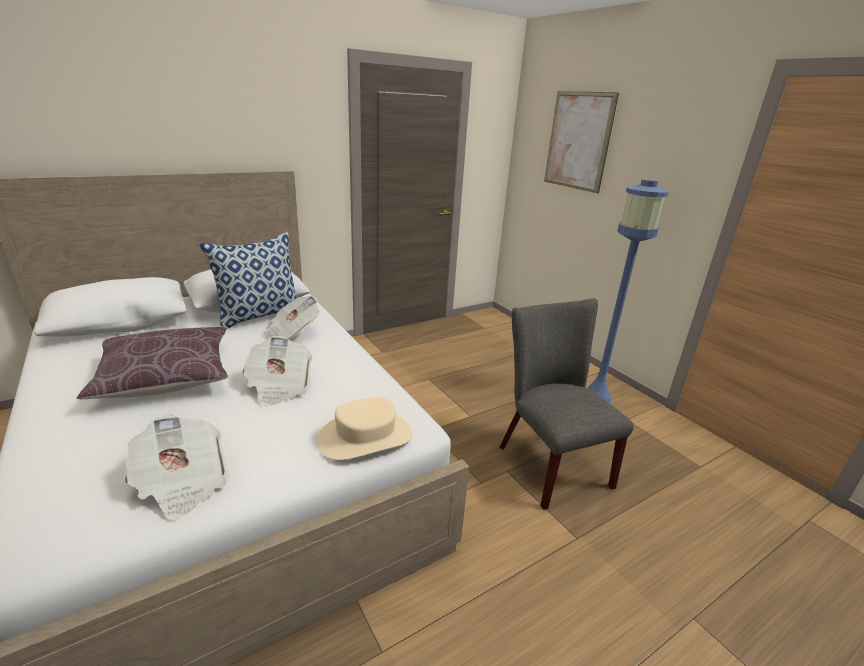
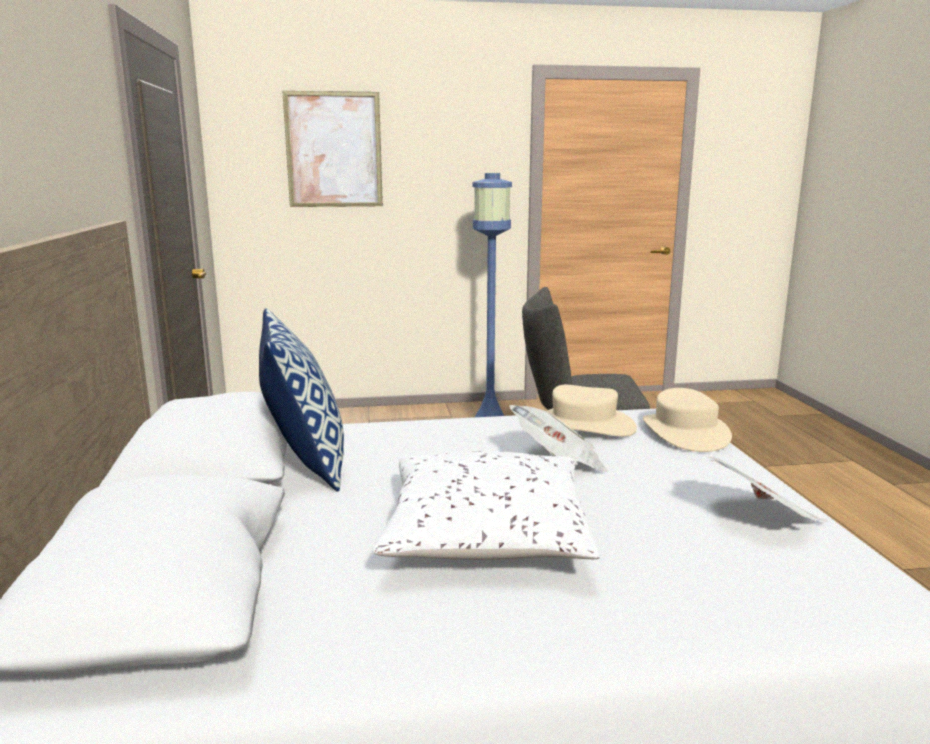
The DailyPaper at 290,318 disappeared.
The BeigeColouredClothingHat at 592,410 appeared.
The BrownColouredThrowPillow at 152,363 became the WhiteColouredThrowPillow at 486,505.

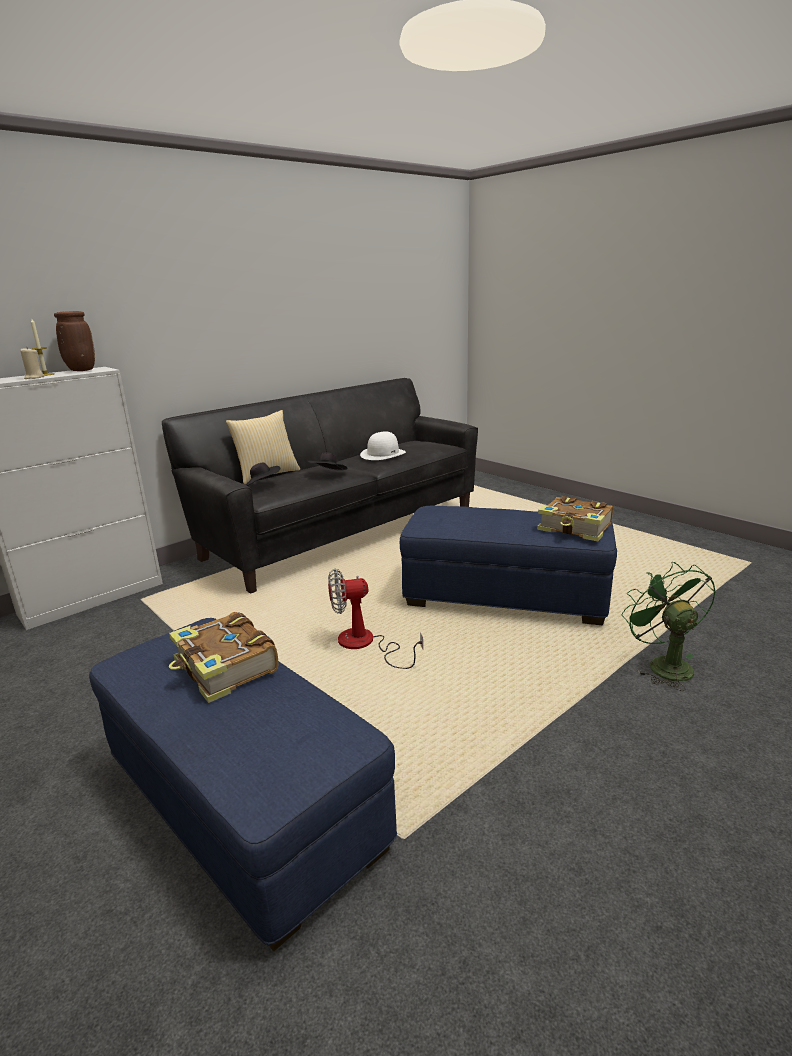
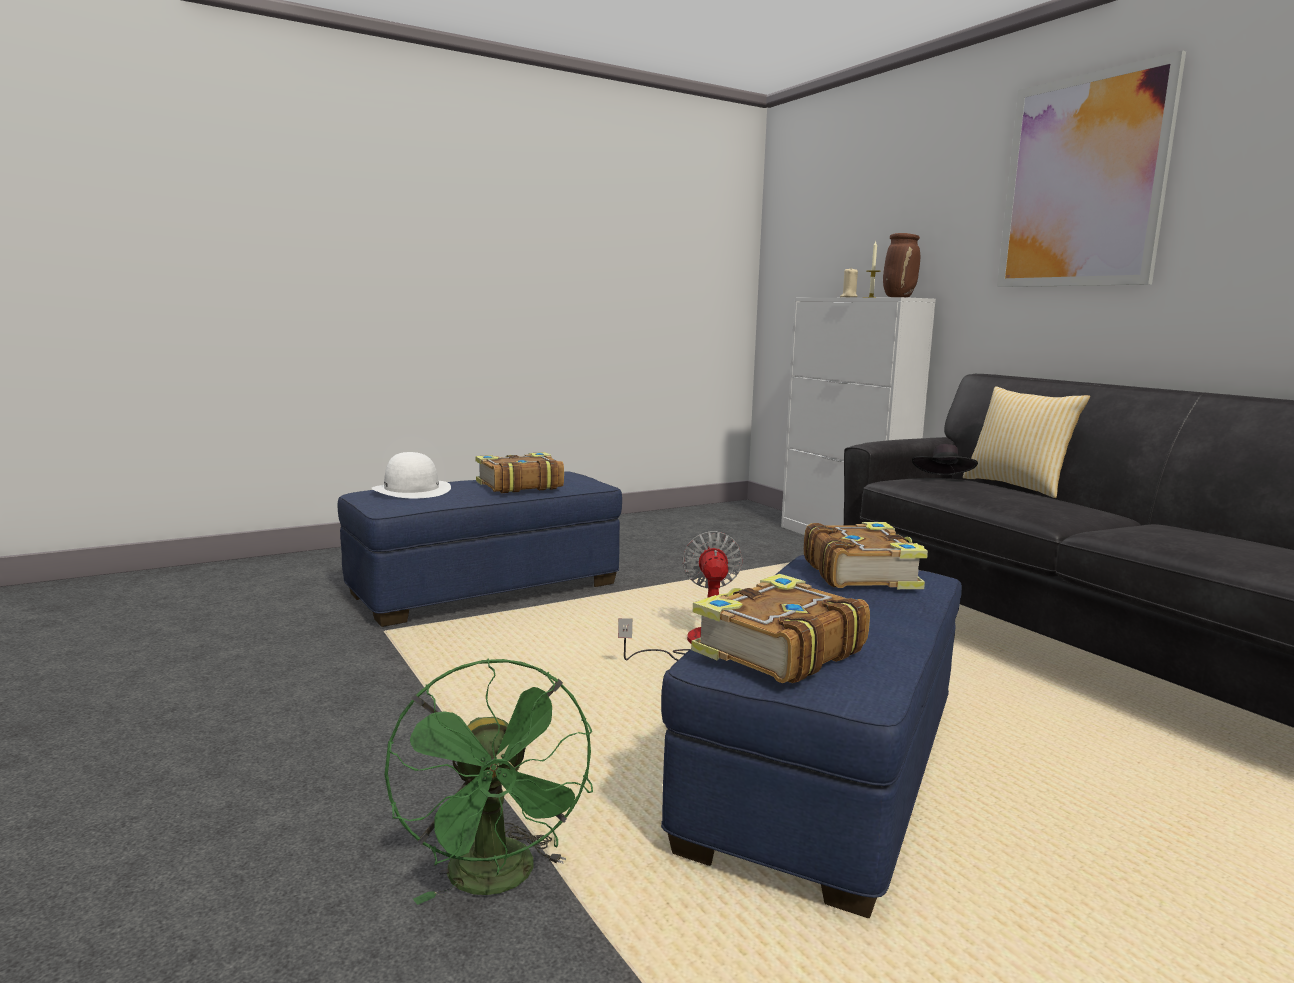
The BlackColouredClothingHat at 327,461 disappeared.
The Book at 866,555 appeared.
The WallPicture at 1091,168 appeared.
The WhiteColouredClothingHat moved from 383,446 to 411,475.
The GreenishElectricFan at 669,626 turned 75 degrees clockwise.

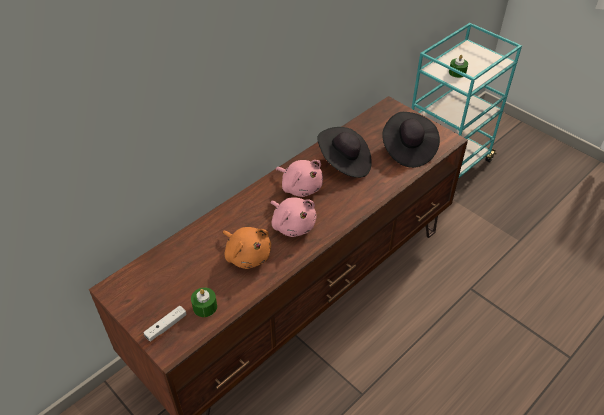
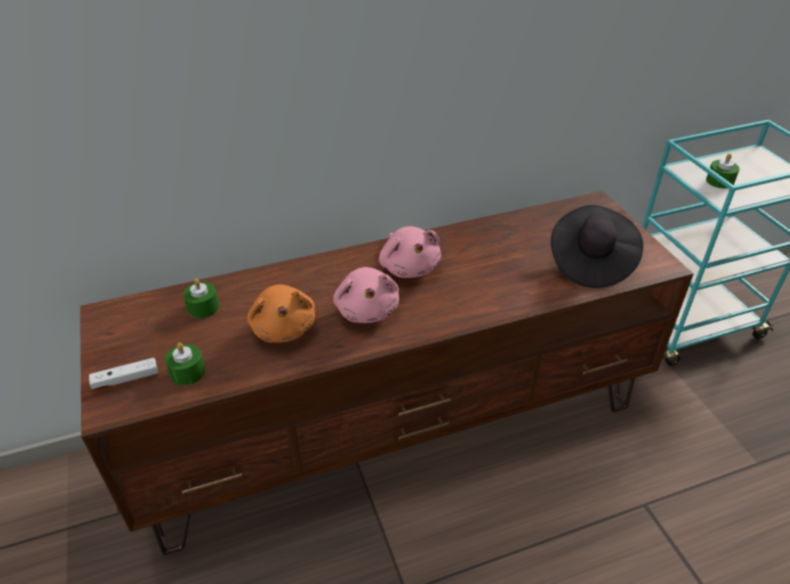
The BlackColouredClothingHat at 344,152 disappeared.
The GreenishCandle at 201,298 appeared.

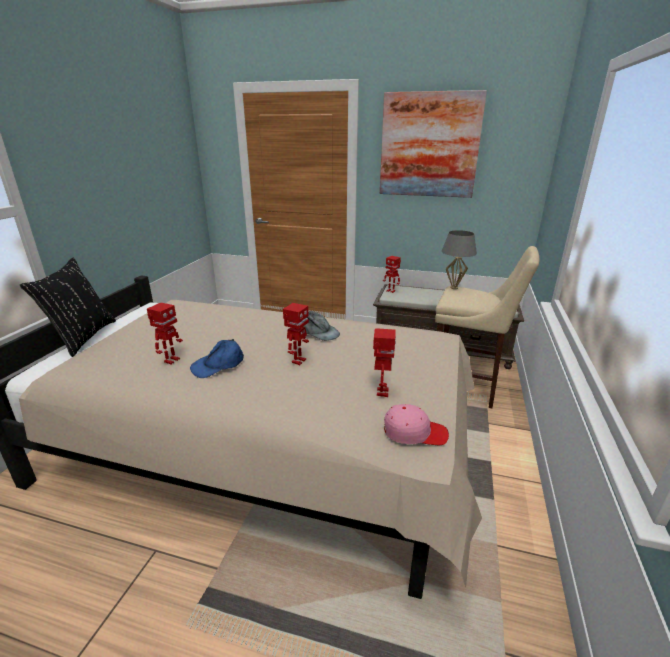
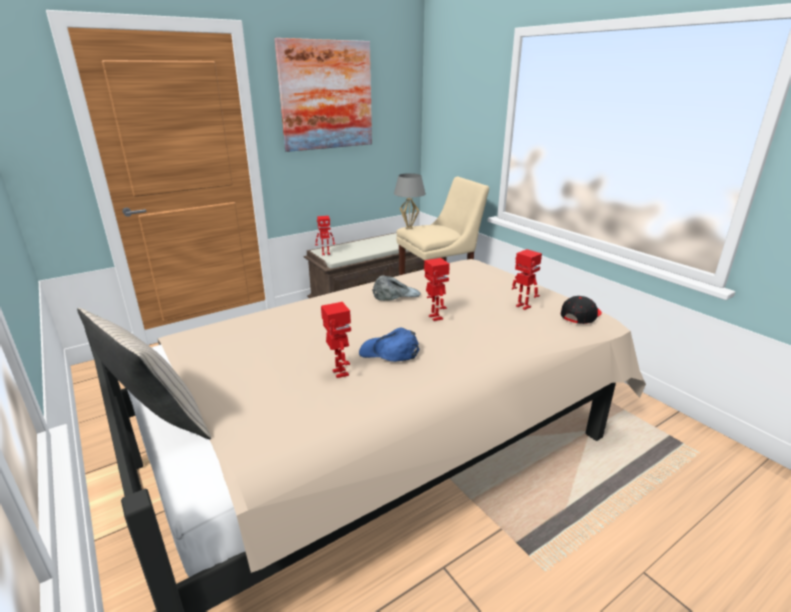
The BlackColouredThrowPillow at 68,307 became the BeigeColouredThrowPillow at 144,373.
The PinkColouredCap at 416,424 became the BlackColouredCap at 581,310.
The BlueCap at 217,358 turned 105 degrees clockwise.

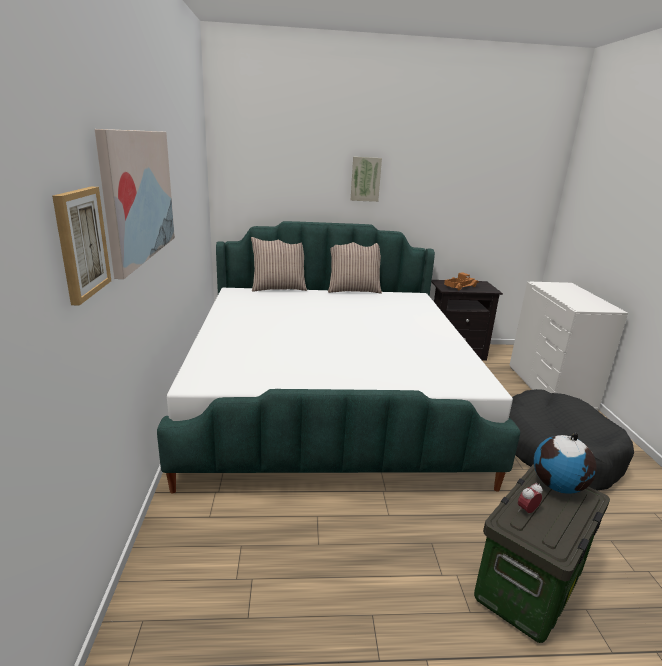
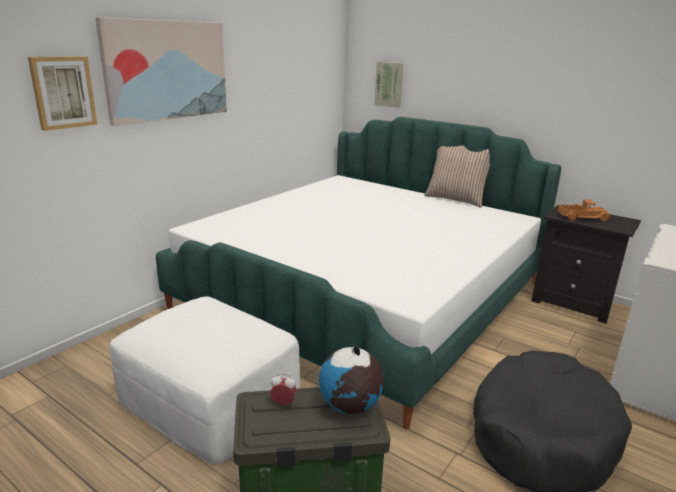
The ThrowPillow at 279,264 disappeared.
The WhiteColouredFootrest at 204,380 appeared.
The WallPicture moved from 366,179 to 389,85.

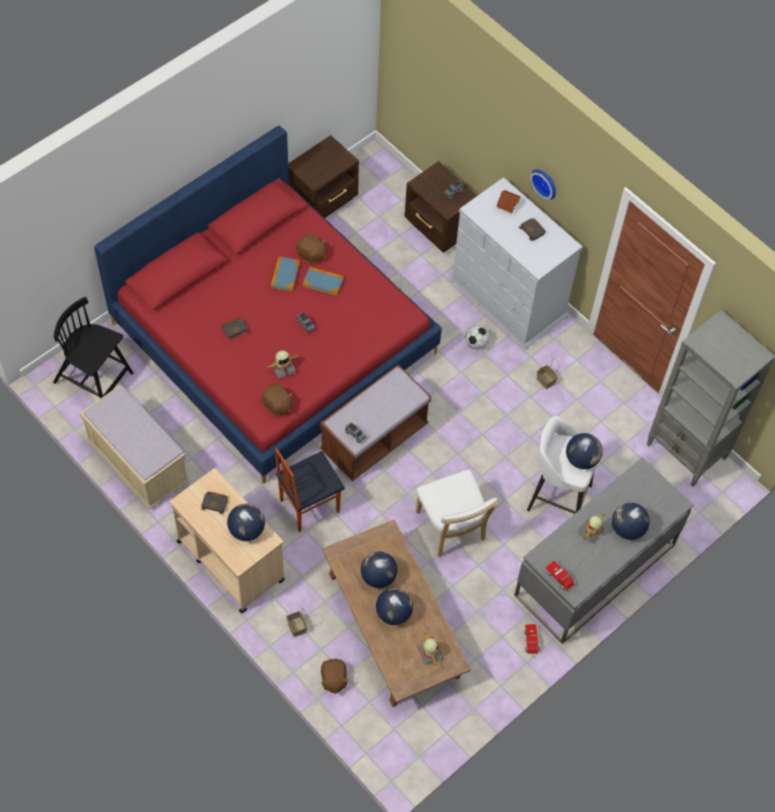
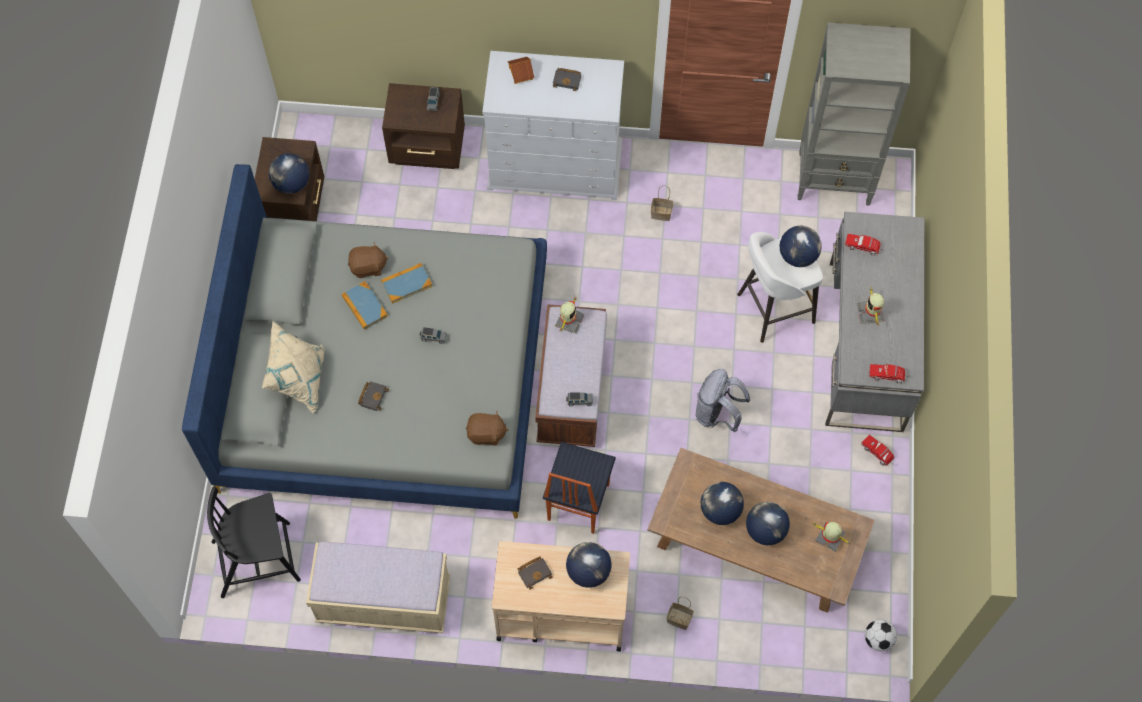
The BrownColouredPlushToy at 335,676 disappeared.
The ClockOnTheWall at 543,184 disappeared.
The BeigeColouredThrowPillow at 293,367 appeared.
The ToyLorry at 864,244 appeared.
The RobotFigure moved from 282,364 to 569,315.
The Football moved from 477,337 to 881,635.
The DeskGlobe moved from 631,521 to 289,173.
The WhiteColouredPlainChair at 457,513 was replaced by the GreyBackpack at 723,400.
The RedColouredBed at 268,305 became the GreyBed at 364,341.

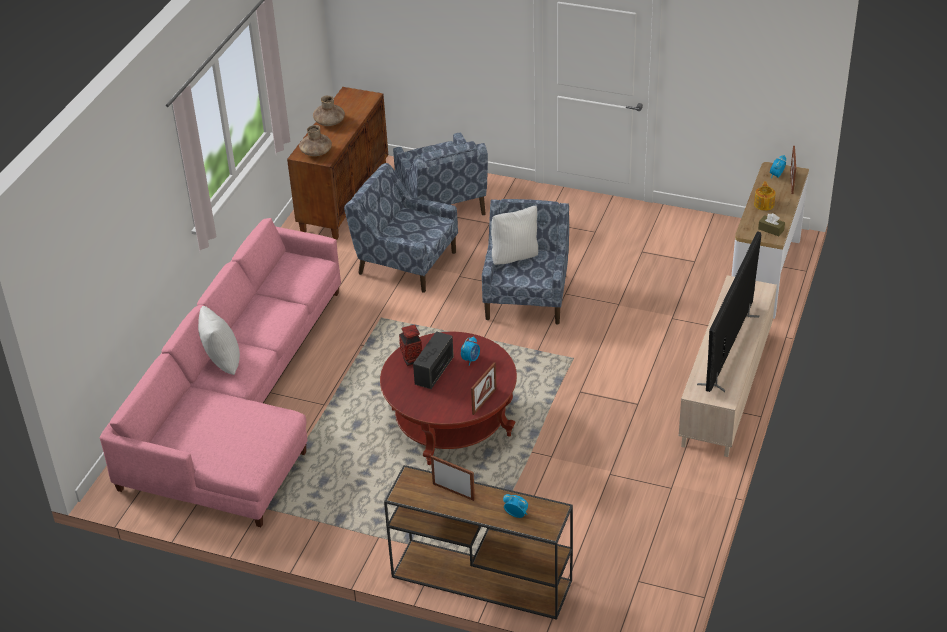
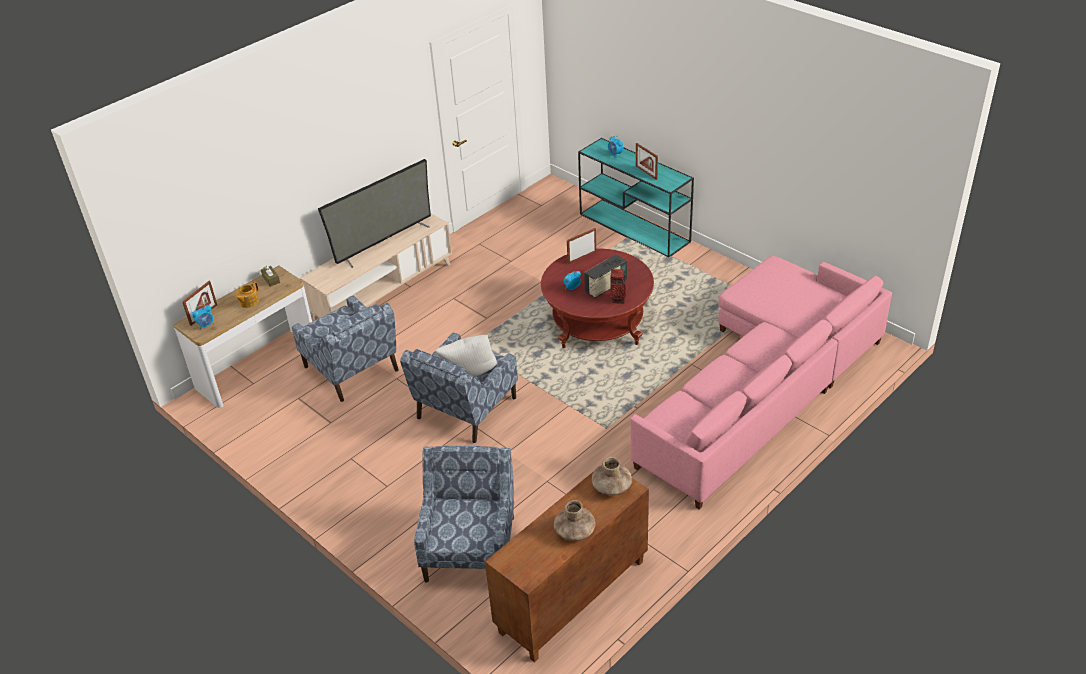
The WhiteColouredThrowPillow at 219,340 disappeared.
The BlueArmchair moved from 401,228 to 345,348.
The BrownColouredHallTable at 478,542 became the TurquoiseHallTable at 636,198.

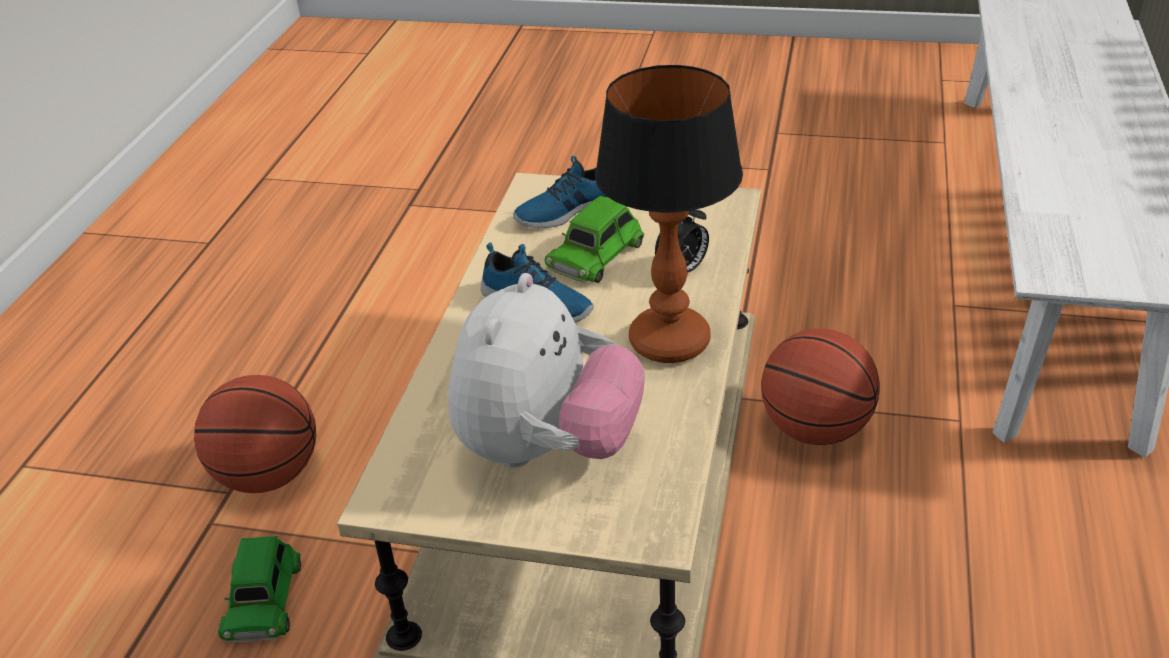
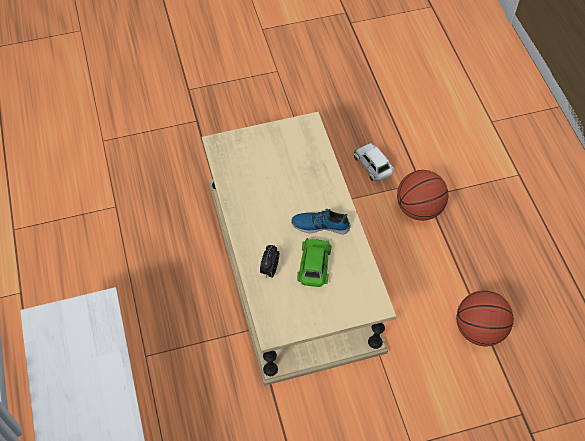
The PlushToy at 546,370 disappeared.
The Shoe at 560,191 disappeared.
The LampForATable at 669,214 disappeared.
The Basketball moved from 820,386 to 485,318.
The GreenishToyCar at 259,589 became the WhiteColouredToyCar at 373,162.

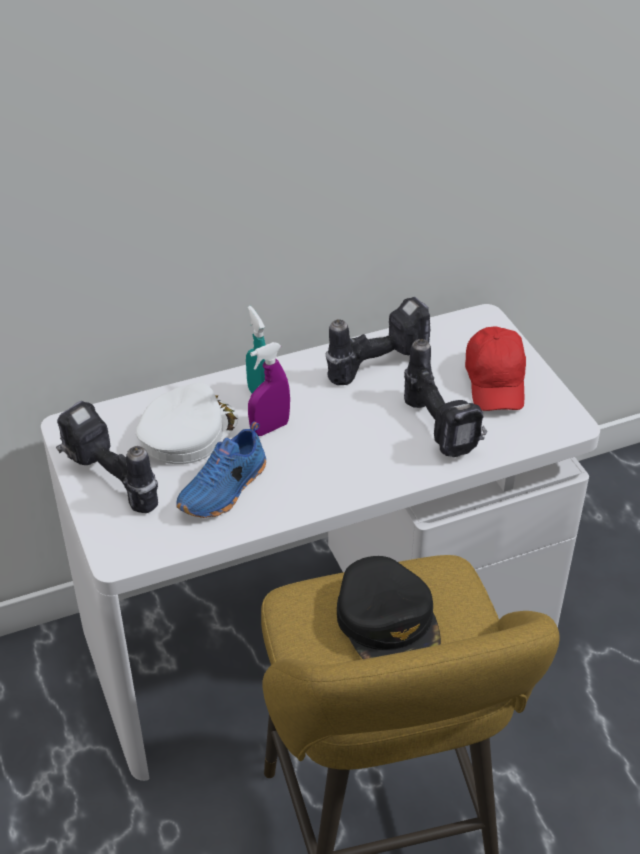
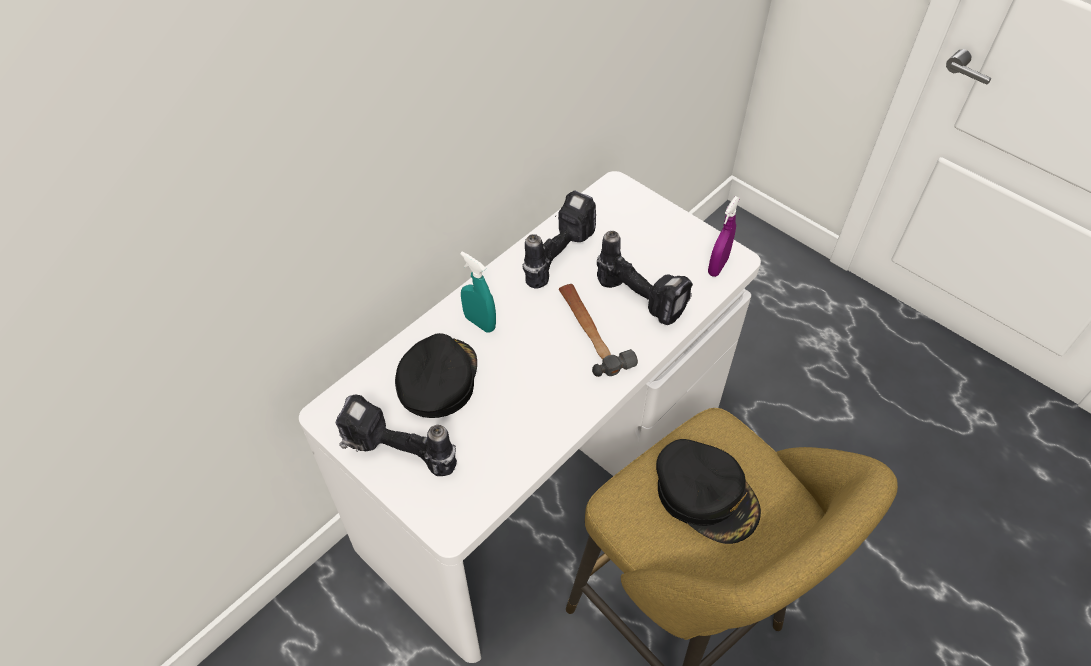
The BlueShoe at 221,469 disappeared.
The RedColouredCap at 495,368 disappeared.
The Hammer at 598,330 appeared.
The PurpleColouredHandSprayer moved from 269,389 to 724,236.
The WhiteColouredCap at 186,423 became the BlackColouredCap at 436,375.

